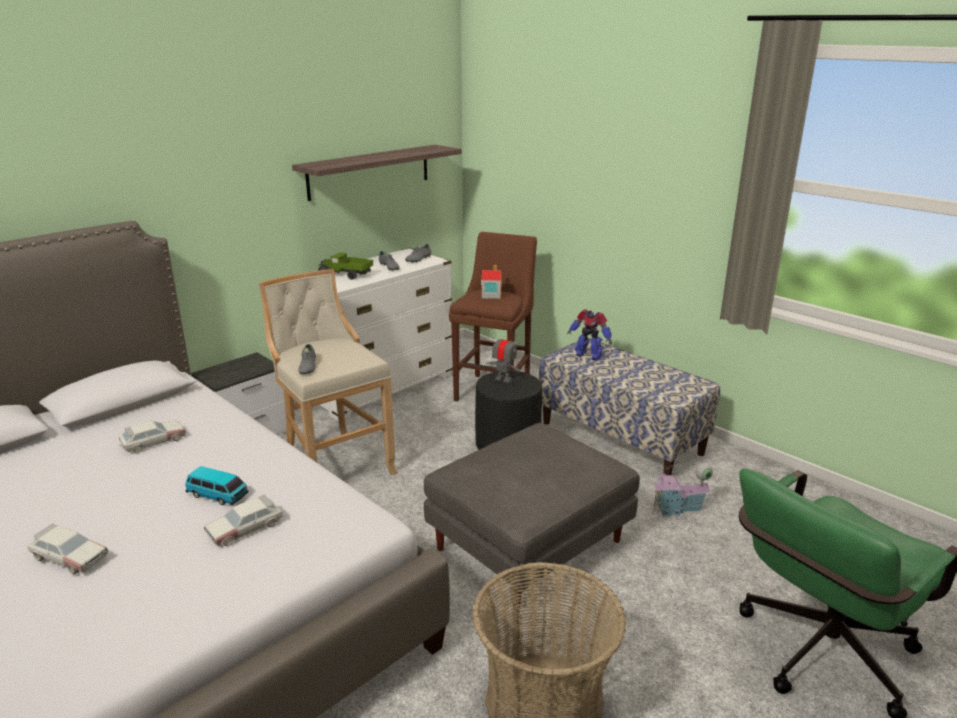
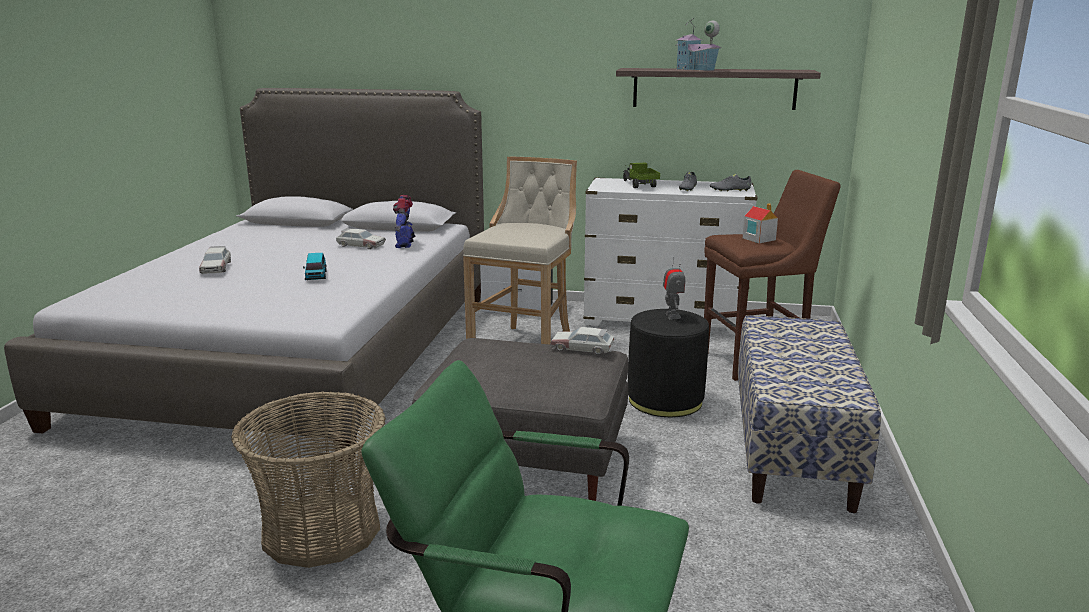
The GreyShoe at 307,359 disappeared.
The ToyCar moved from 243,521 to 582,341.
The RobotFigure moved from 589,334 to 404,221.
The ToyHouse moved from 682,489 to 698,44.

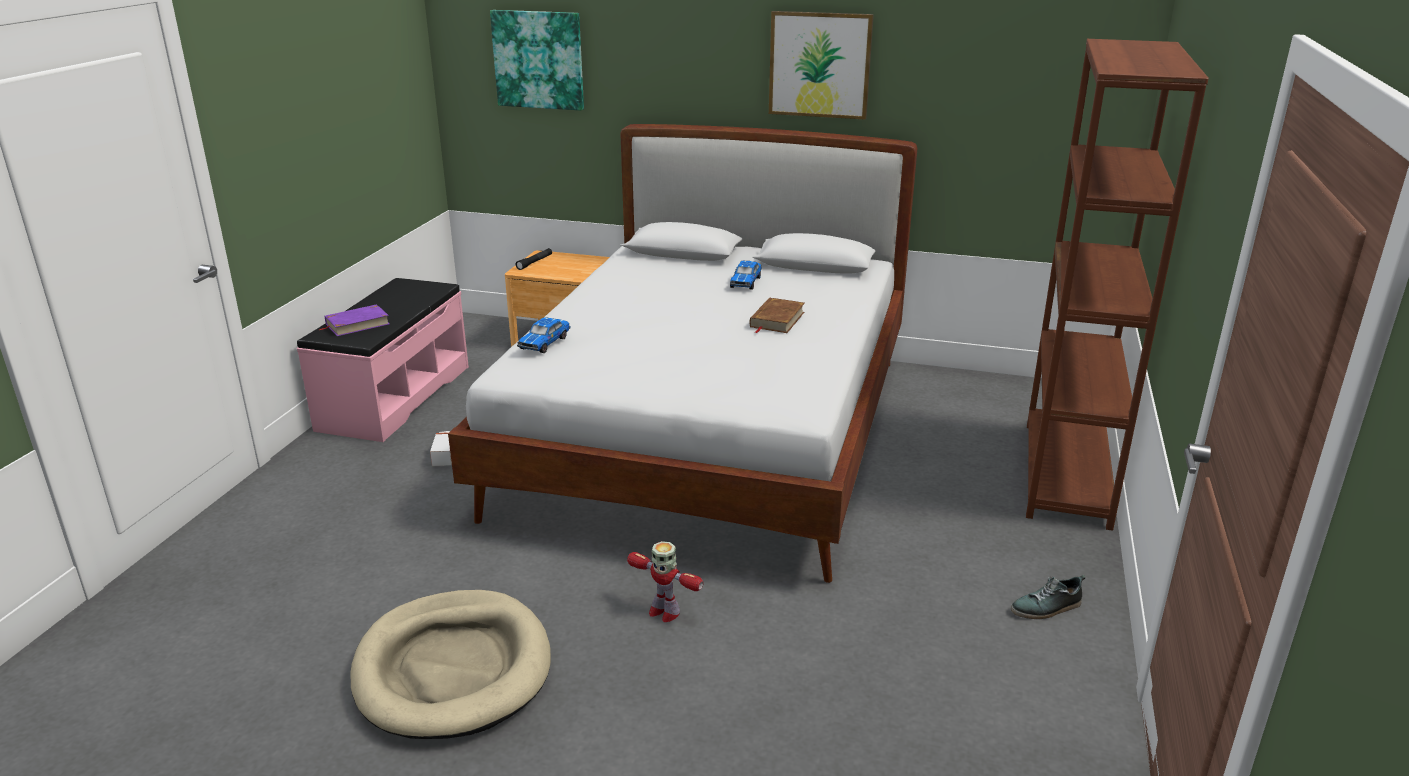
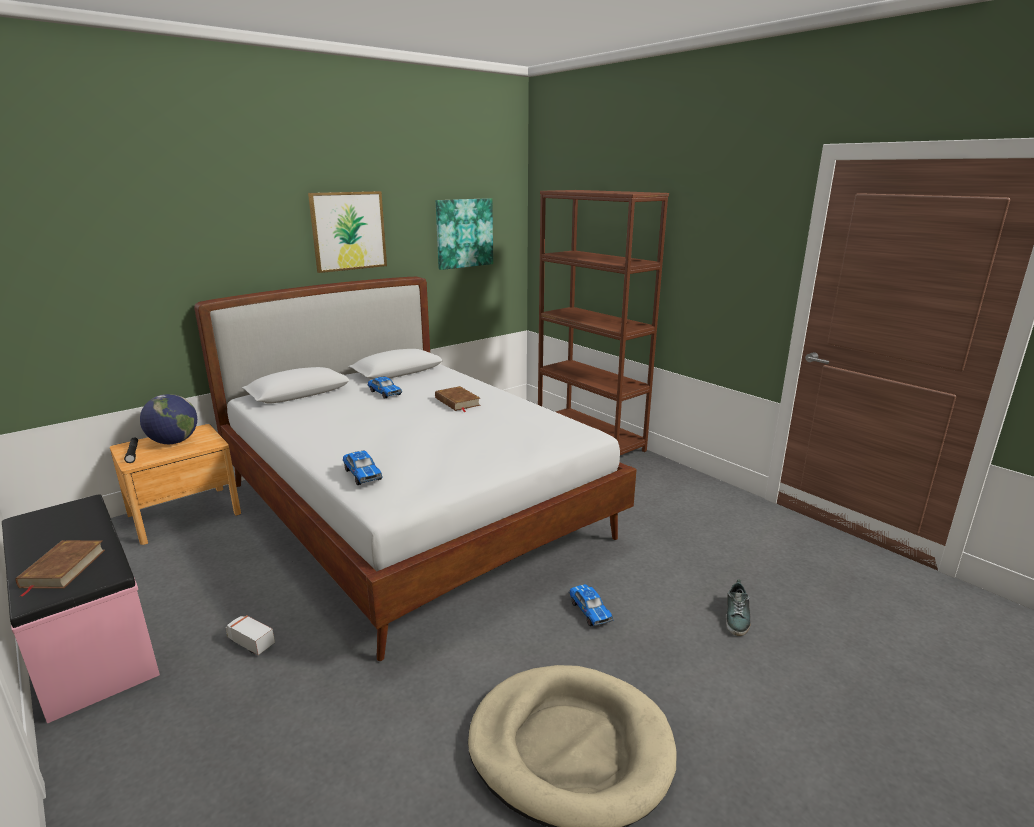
The DeskGlobe at 168,419 appeared.
The WallPicture moved from 537,60 to 464,234.
The Shoe moved from 1048,597 to 738,607.
The RobotFigure at 665,581 was replaced by the ToyCar at 591,605.
The PurpleColouredBook at 354,320 became the BrownColouredBook at 60,568.

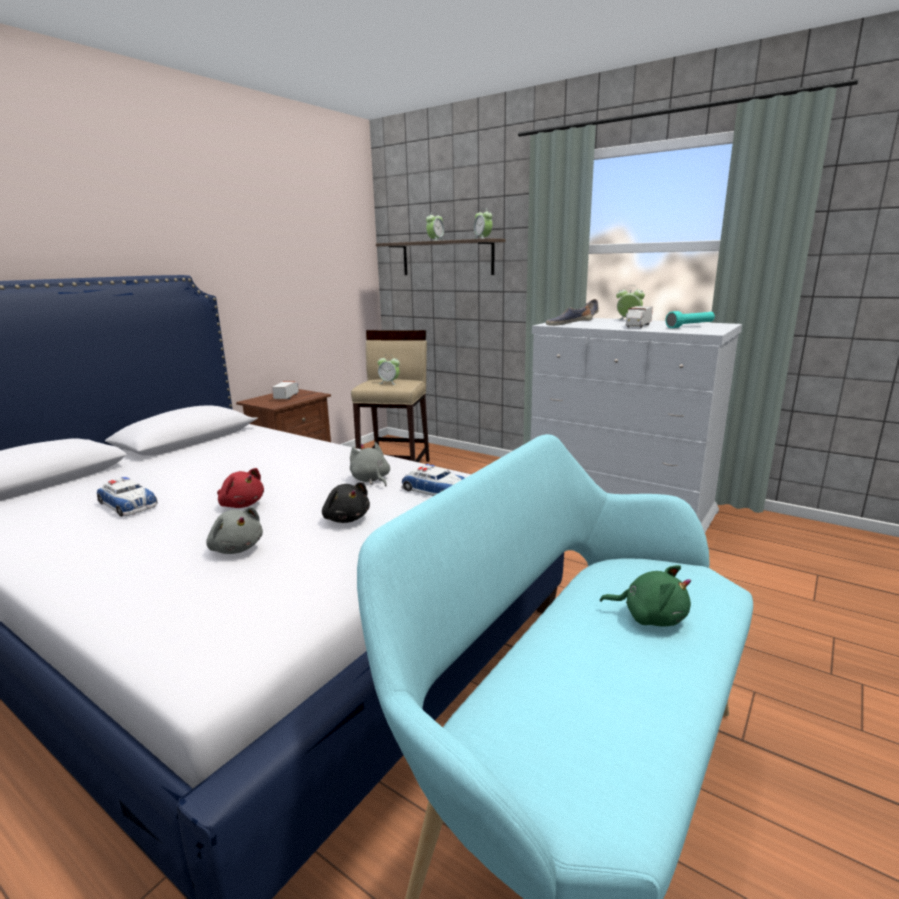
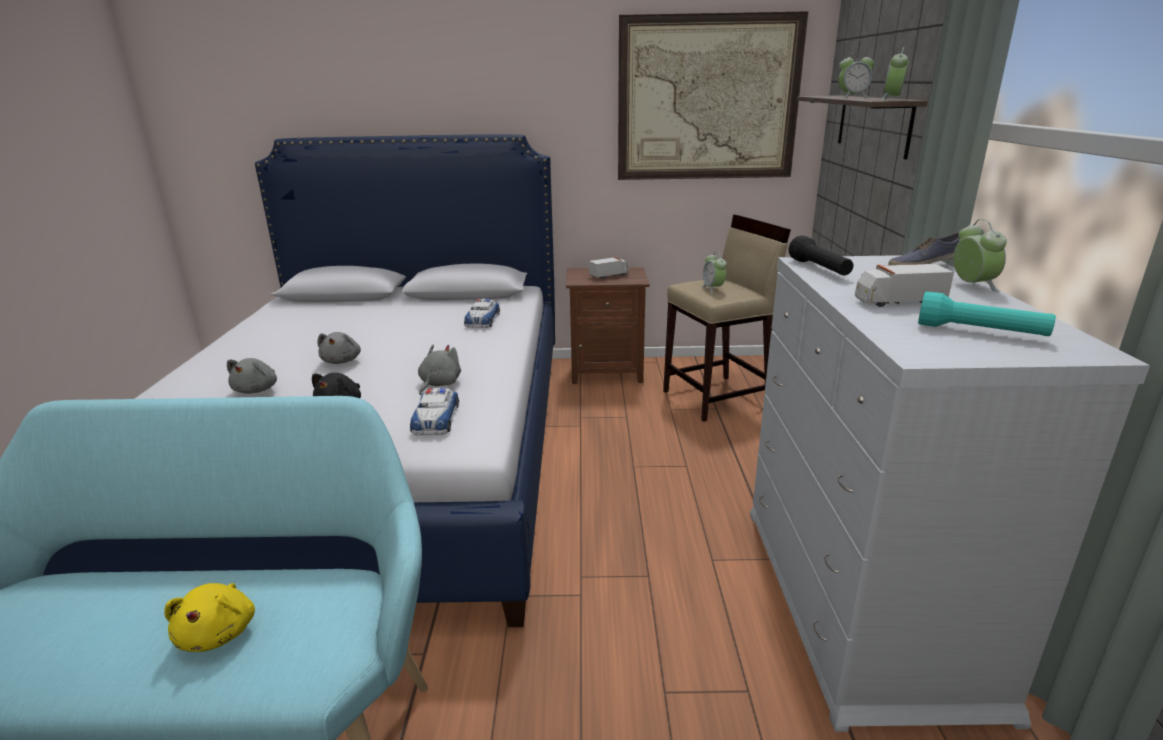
The WallPicture at 713,95 appeared.
The ToyCar moved from 127,497 to 482,313.
The Shoe at 568,315 was replaced by the BlackColouredTorch at 821,255.
The RedColouredPlushToy at 240,488 became the GreyPlushToy at 339,348.
The GreenishPlushToy at 645,596 became the YellowColouredPlushToy at 209,617.

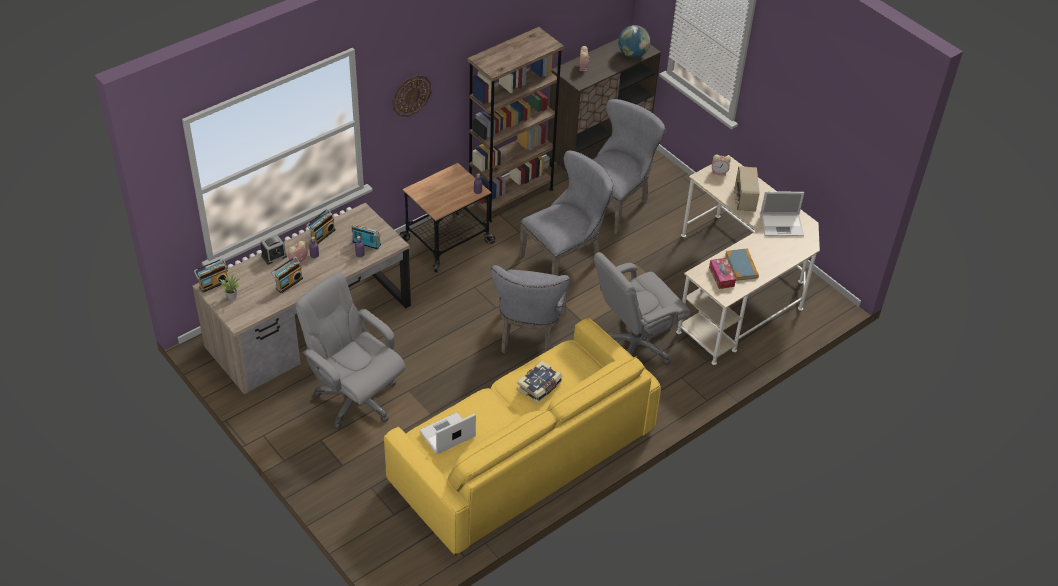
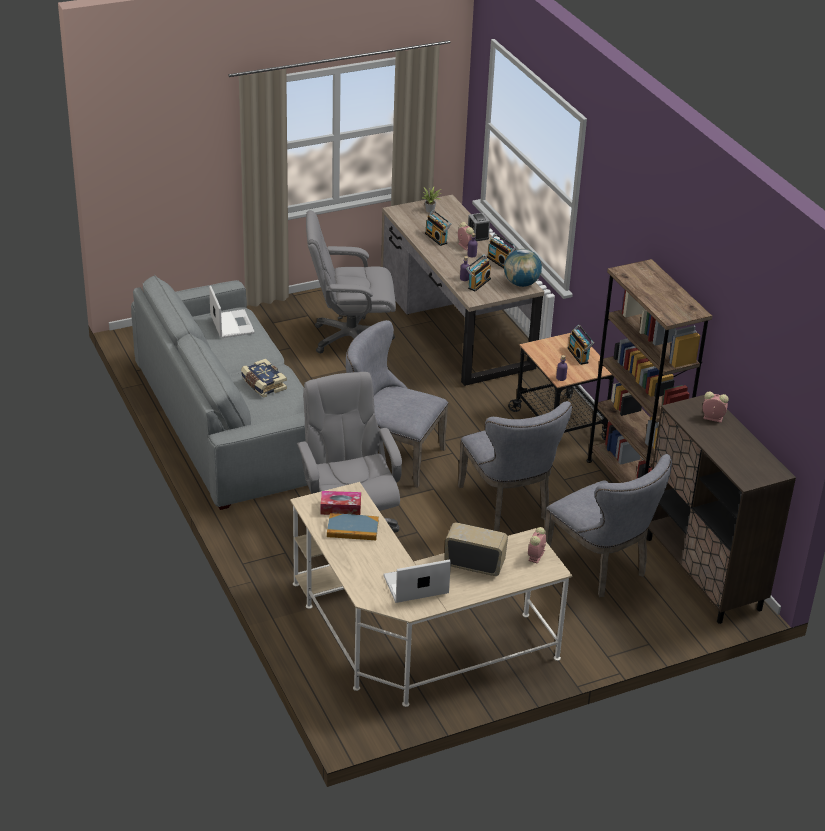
The ClockOnTheWall at 412,96 disappeared.
The Radio moved from 211,275 to 581,345.
The DeskGlobe moved from 634,41 to 523,268.
The YellowColouredSettee at 522,436 became the GreySettee at 219,392.
The GreyOfficeChair at 350,350 turned 150 degrees counterclockwise.
The NotebookComputer at 782,213 turned 60 degrees clockwise.

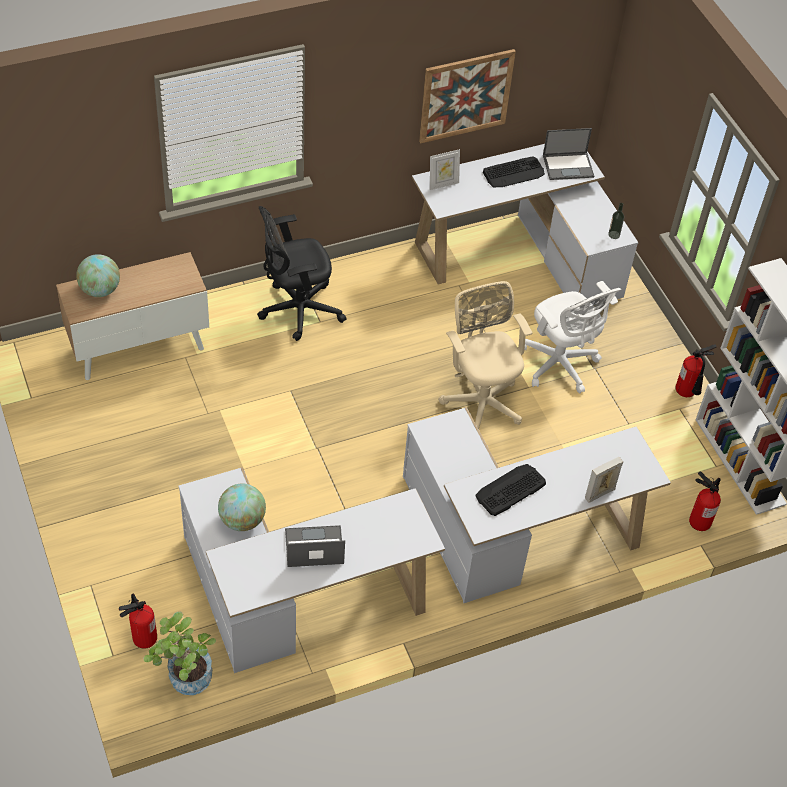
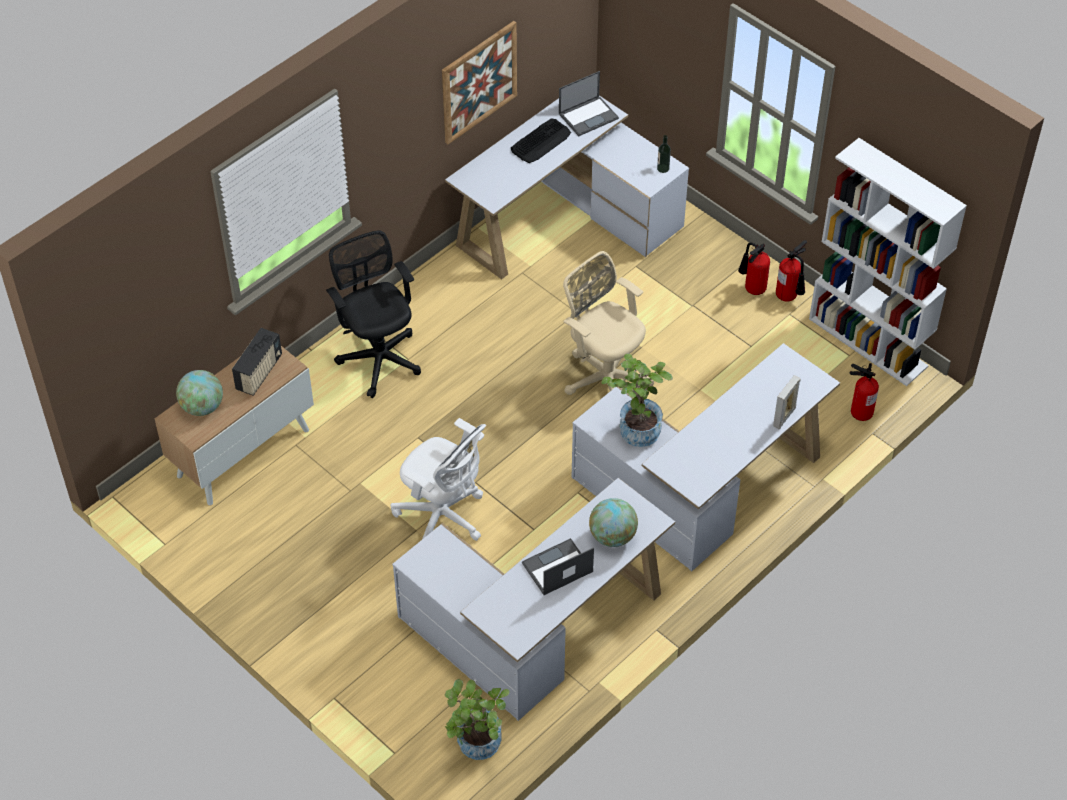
The PhotoFrame at 445,169 disappeared.
The Keyboard at 510,490 disappeared.
The Radio at 257,362 appeared.
The Houseplant at 637,400 appeared.
The Extinguisher moved from 138,621 to 754,268.
The DeskGlobe moved from 242,507 to 613,522.
The WhiteColouredOfficeChair moved from 573,337 to 438,479.
The BlackColouredOfficeChair at 301,273 turned 105 degrees clockwise.

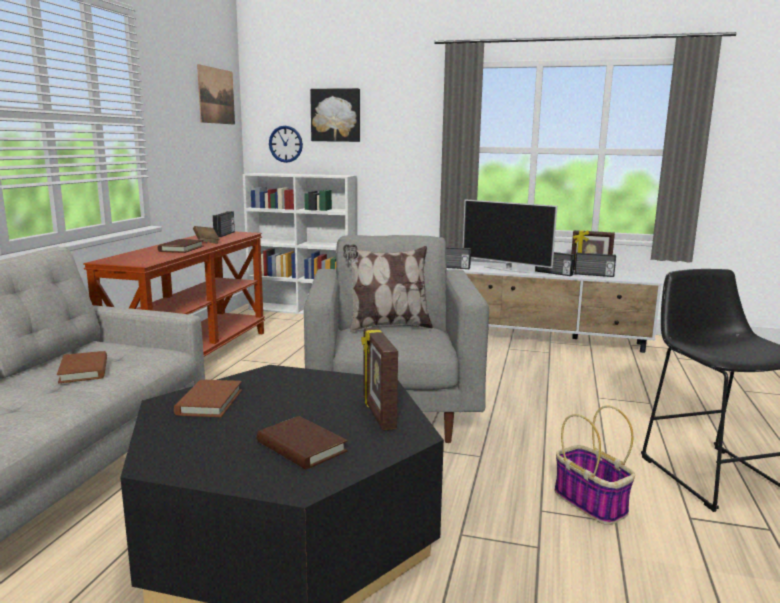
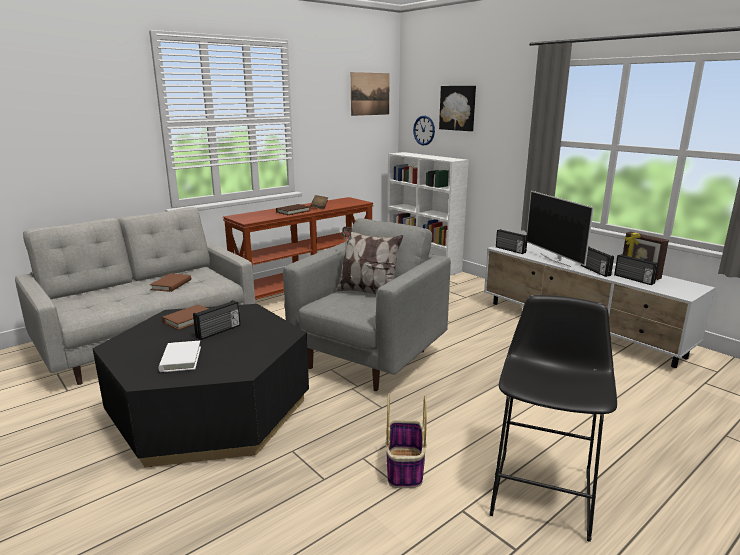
The PhotoFrame at 379,378 disappeared.
The Radio moved from 224,224 to 216,320.
The BrownColouredBook at 302,442 became the WhiteColouredBook at 179,356.

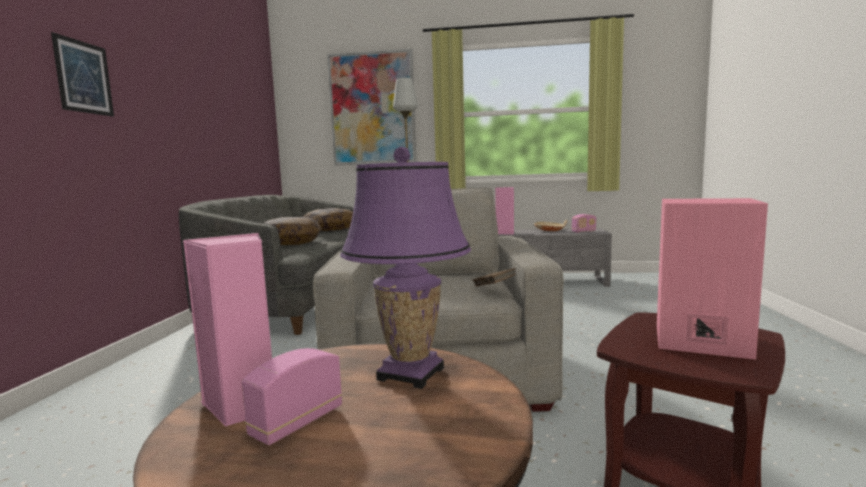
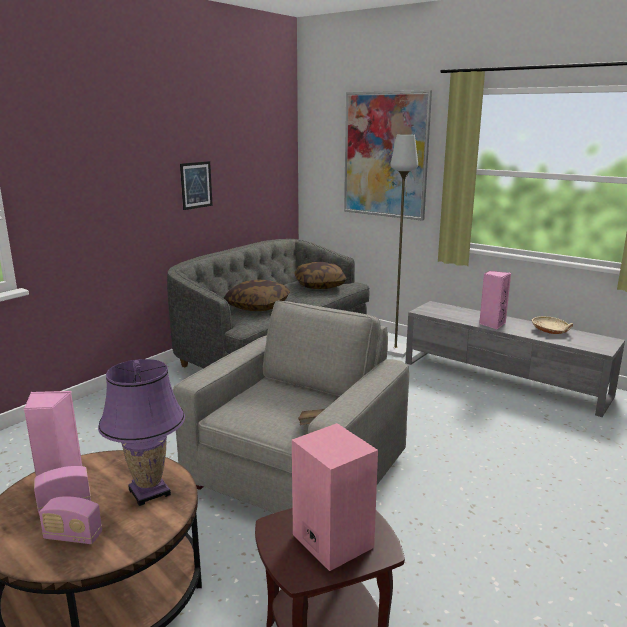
The WallPicture moved from 82,74 to 196,185.
The Radio moved from 584,223 to 70,520.

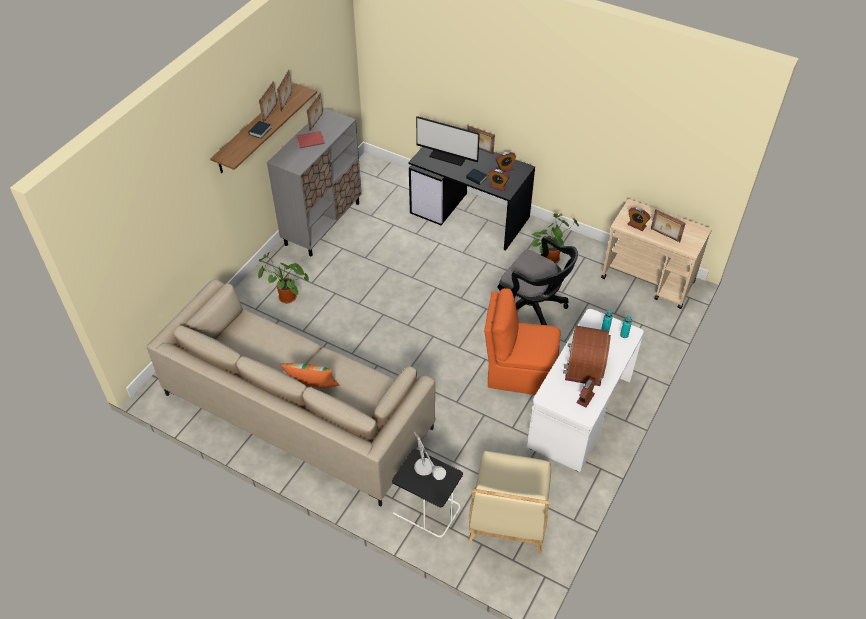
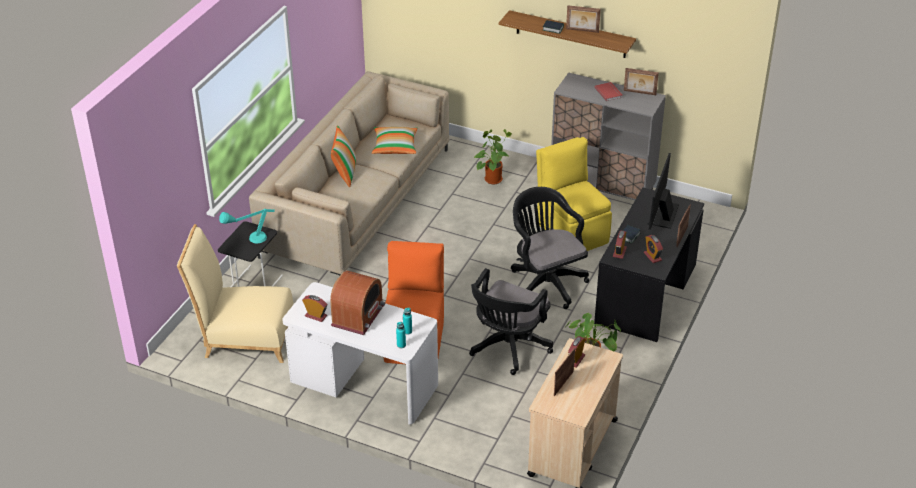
The PhotoFrame at 284,91 disappeared.
The ThrowPillow at 394,140 appeared.
The BlackColouredOfficeChair at 550,248 appeared.
The YellowColouredPlainChair at 574,194 appeared.
The GreyLampForATable at 430,456 became the TurquoiseLampForATable at 247,226.
The Radio at 587,355 turned 105 degrees clockwise.

